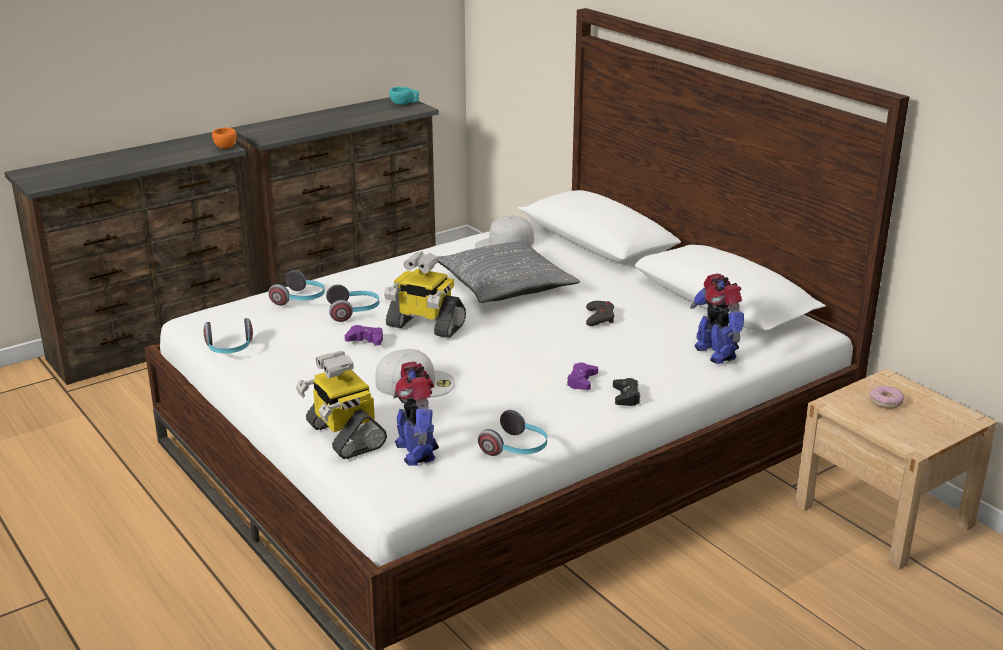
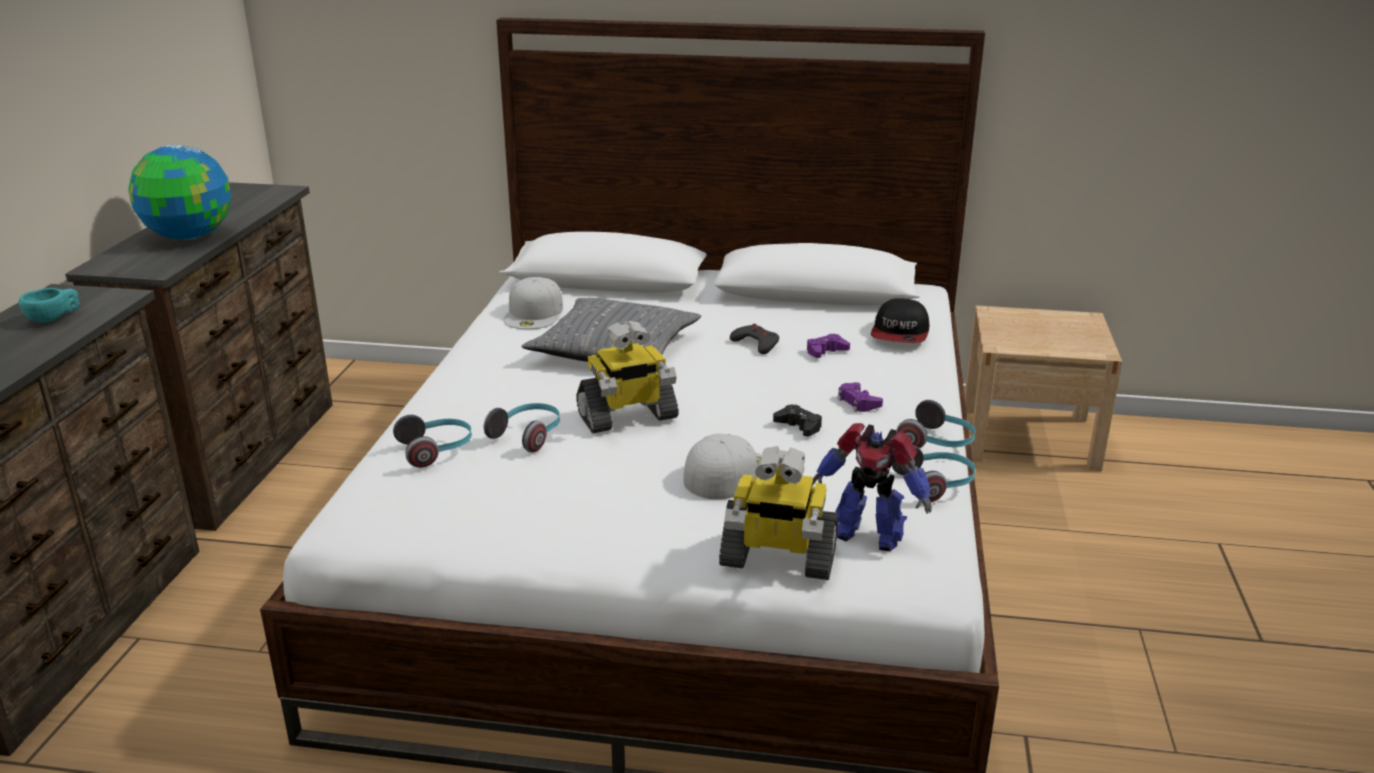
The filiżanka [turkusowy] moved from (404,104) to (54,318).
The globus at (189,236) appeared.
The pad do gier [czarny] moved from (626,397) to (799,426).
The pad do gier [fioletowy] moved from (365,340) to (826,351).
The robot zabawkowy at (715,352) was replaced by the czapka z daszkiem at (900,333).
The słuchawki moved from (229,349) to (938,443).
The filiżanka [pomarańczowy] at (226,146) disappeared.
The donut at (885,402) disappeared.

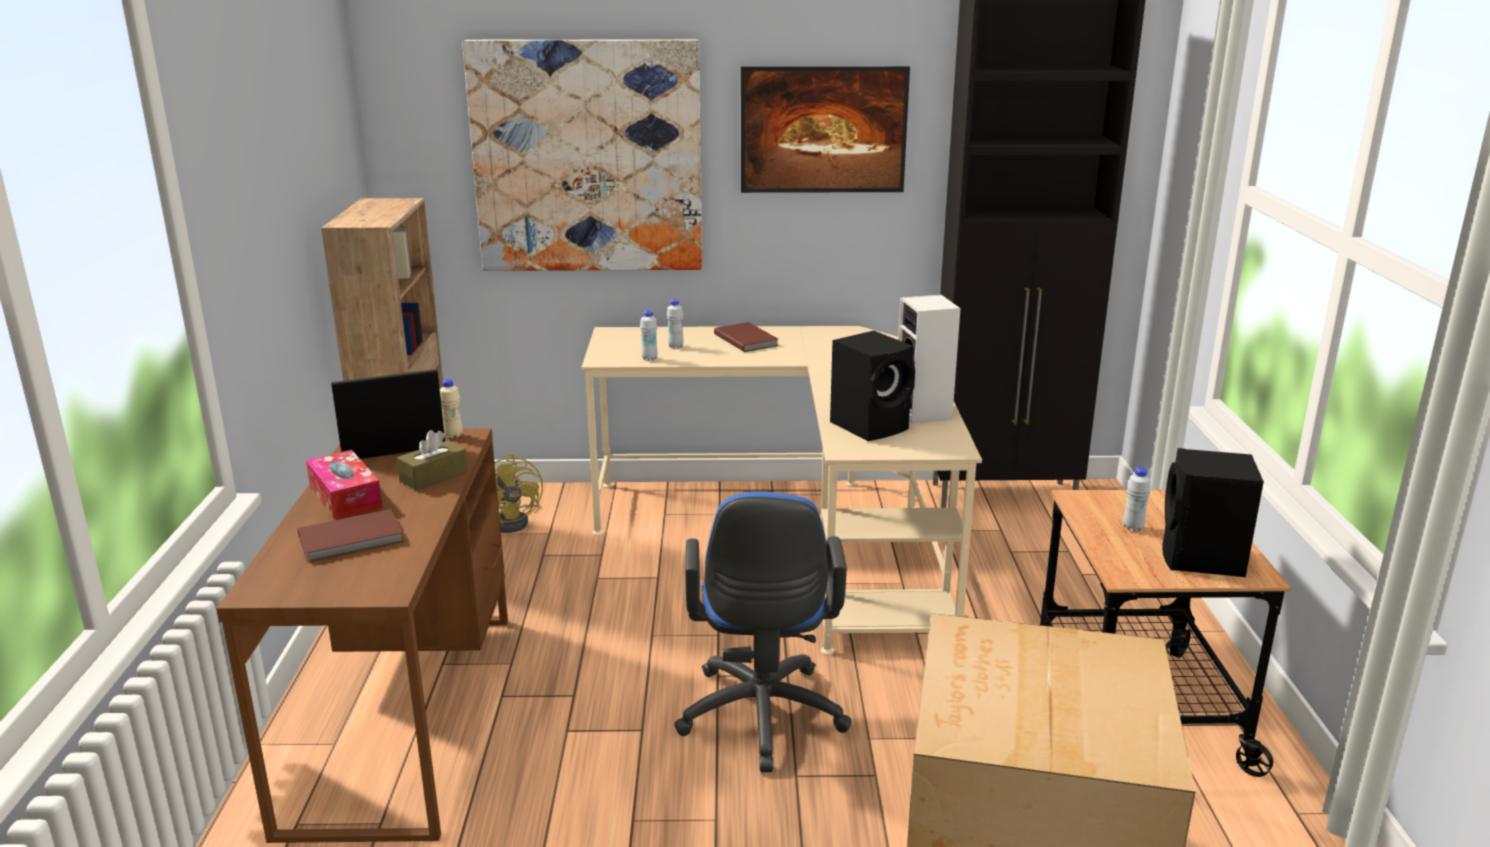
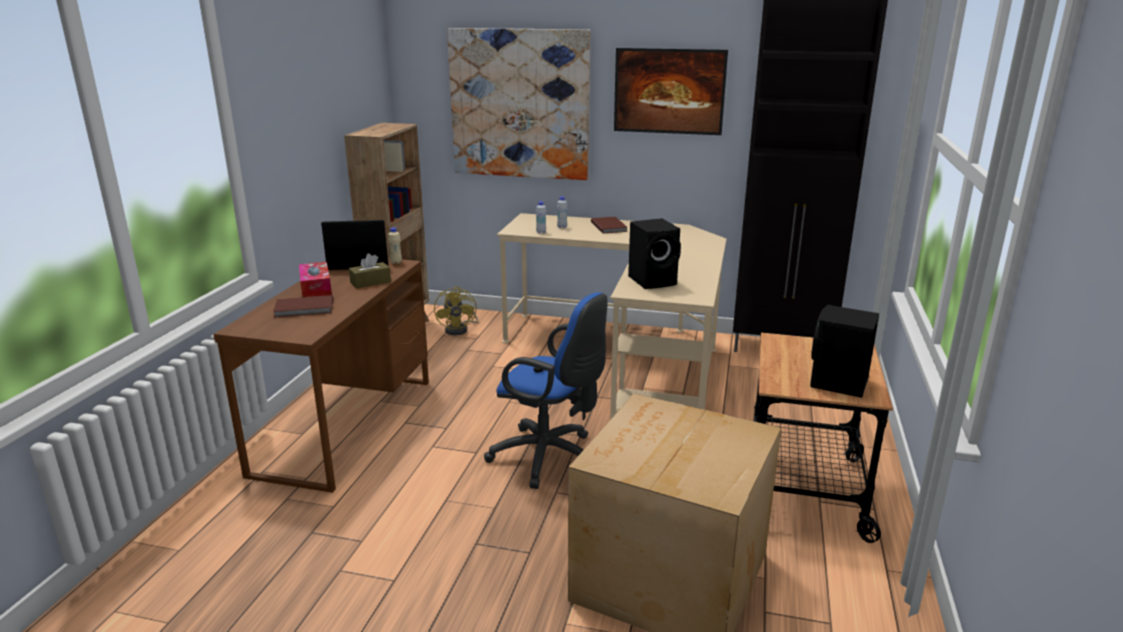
The krzesło biurowe [niebieski] at (761,721) turned 75 degrees counterclockwise.
The głośnik at (925,413) disappeared.
The butelka [biały] at (1133,528) disappeared.

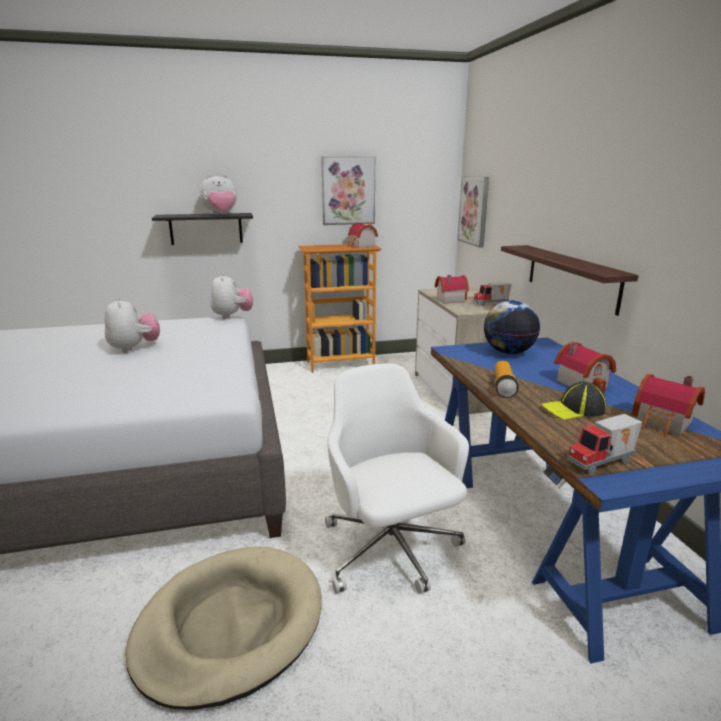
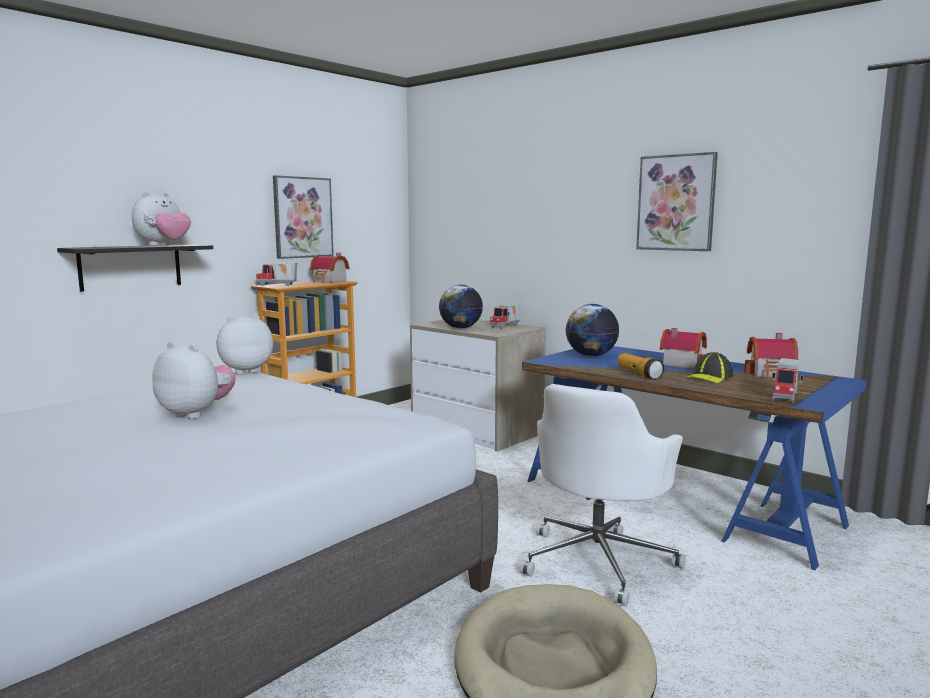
The pluszak at (232,316) turned 75 degrees counterclockwise.
The ciężarówka zabawkowa at (277,285) appeared.
The domek at (449,299) was replaced by the globus at (460,328).
The krzesło biurowe [biały] at (390,550) turned 90 degrees counterclockwise.
The obraz moved from (474,210) to (676,203).
The półka at (571,277) disappeared.

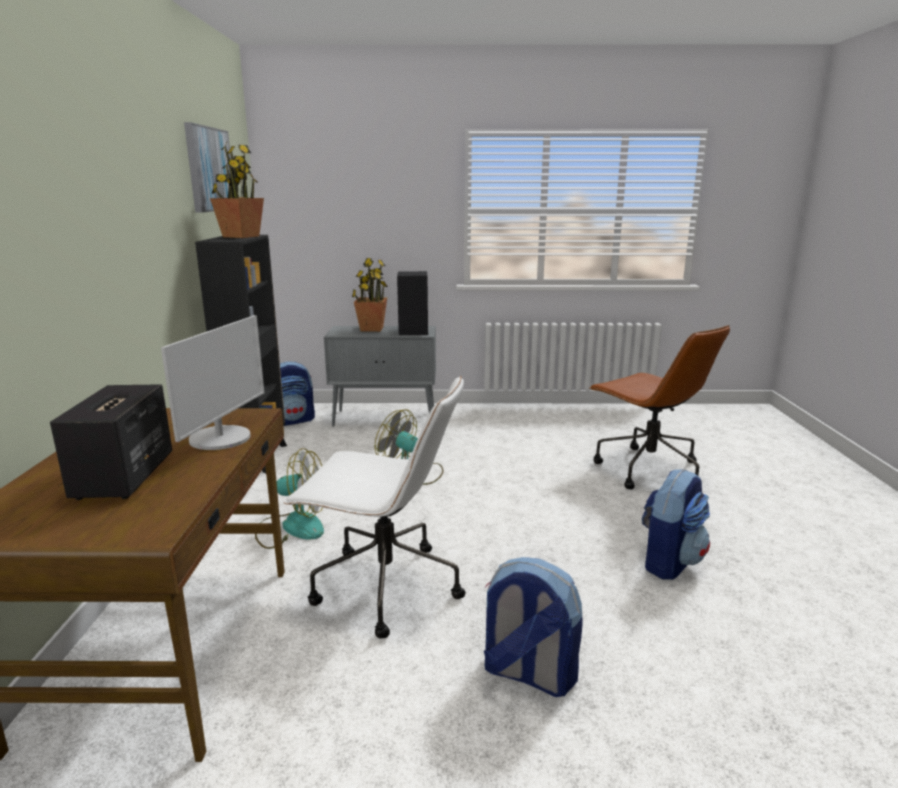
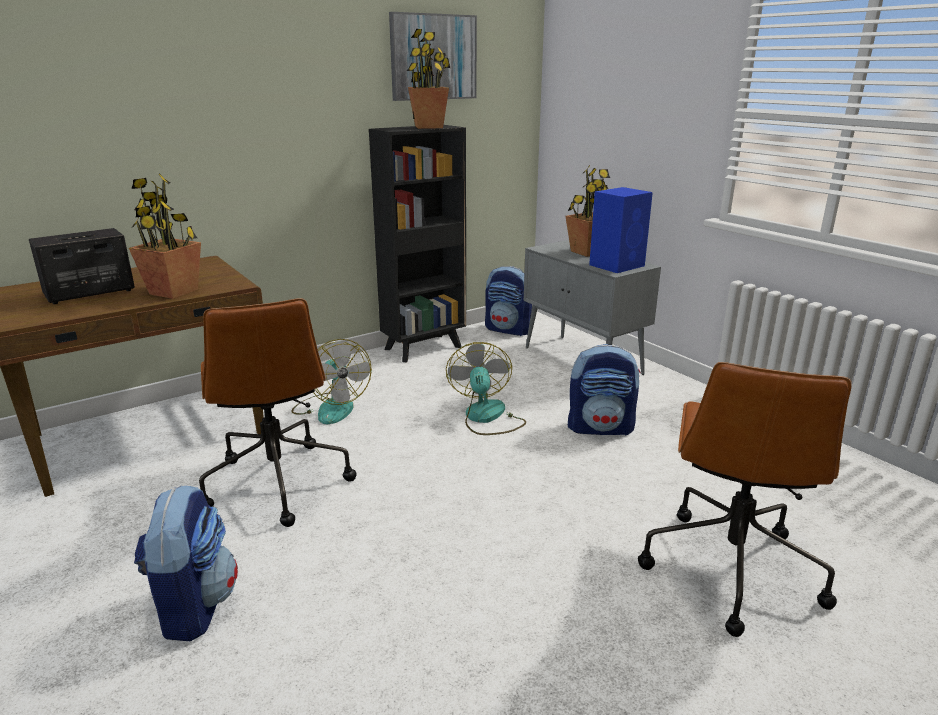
The monitor at (221,438) was replaced by the roślina doniczkowa at (174,292).
The krzesło biurowe [biały] at (384,587) became the krzesło biurowe [brązowy] at (277,482).
The plecak moved from (669,561) to (600,427).
The głośnik [czarny] at (413,331) became the głośnik [niebieski] at (617,265).

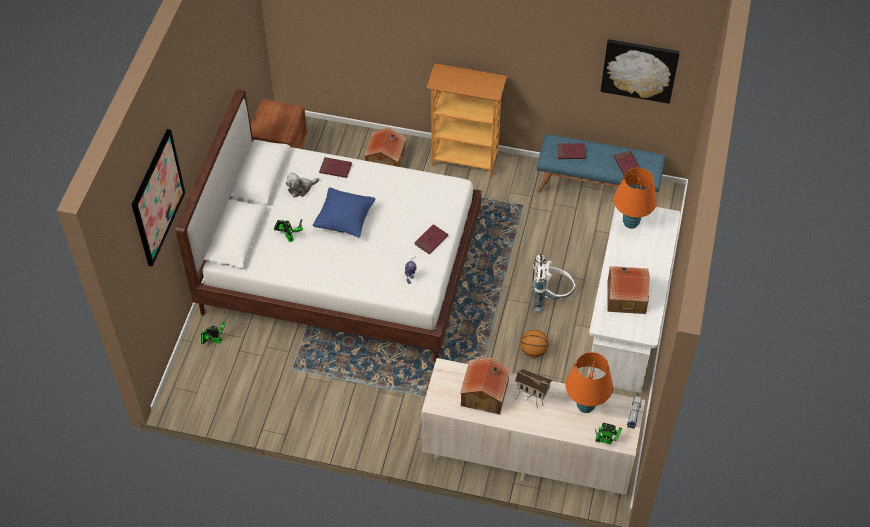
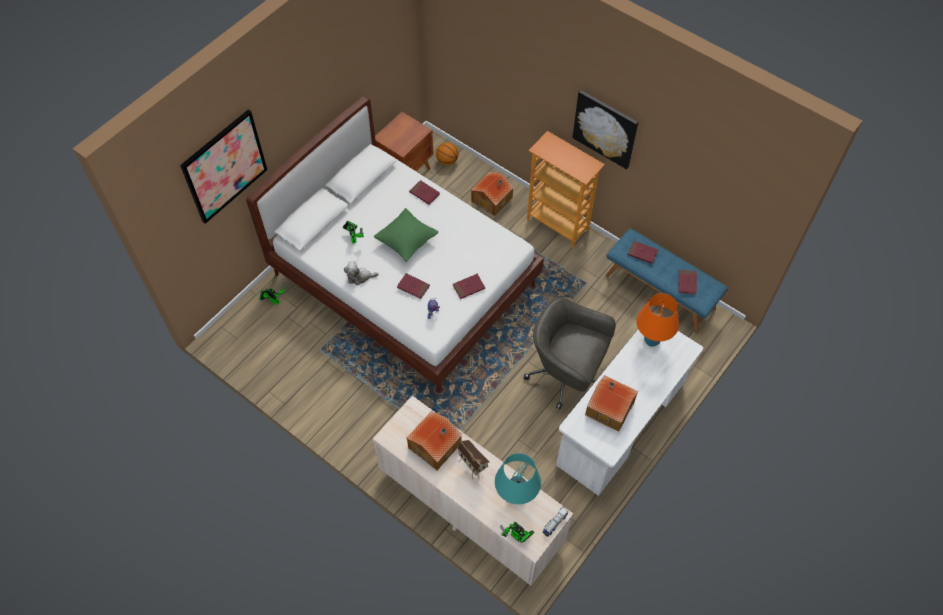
The pluszak moved from (301,188) to (359,277).
The poduszka [niebieski] at (344,221) became the poduszka [zielony] at (406,242).
The książka [czerwony] at (413,287) appeared.
The piłka do koszykówki moved from (533,351) to (447,161).
The lampa stołowa [pomarańczowy] at (585,406) became the lampa stołowa [turkusowy] at (516,495).
The plecak [biały] at (550,297) was replaced by the krzesło biurowe [szary] at (566,375).
The obraz moved from (639,70) to (605,128).

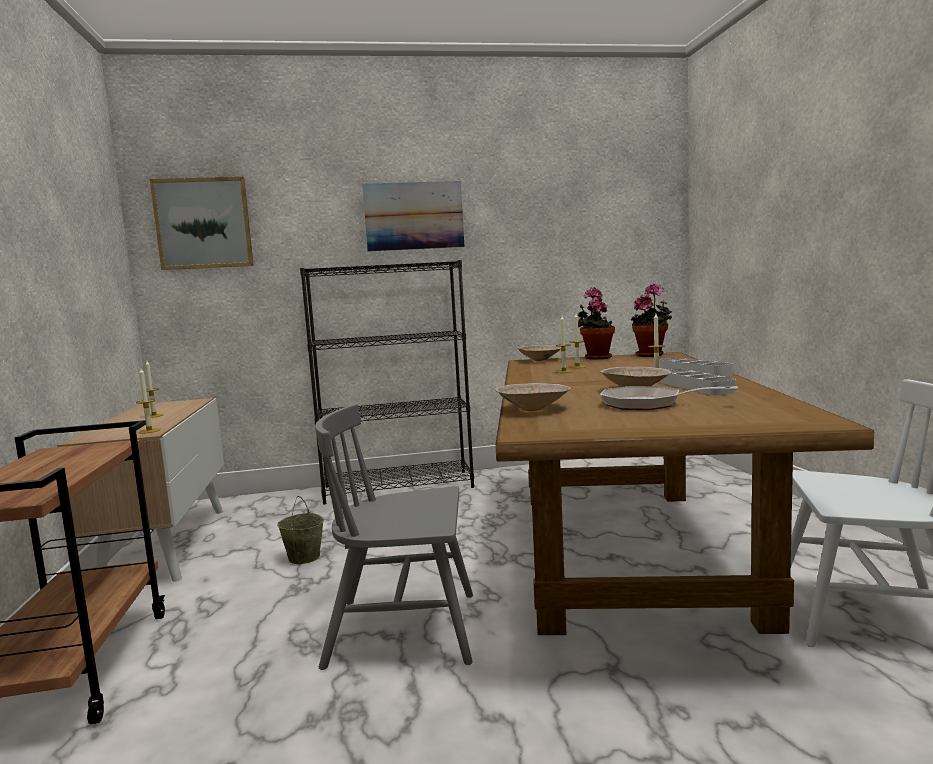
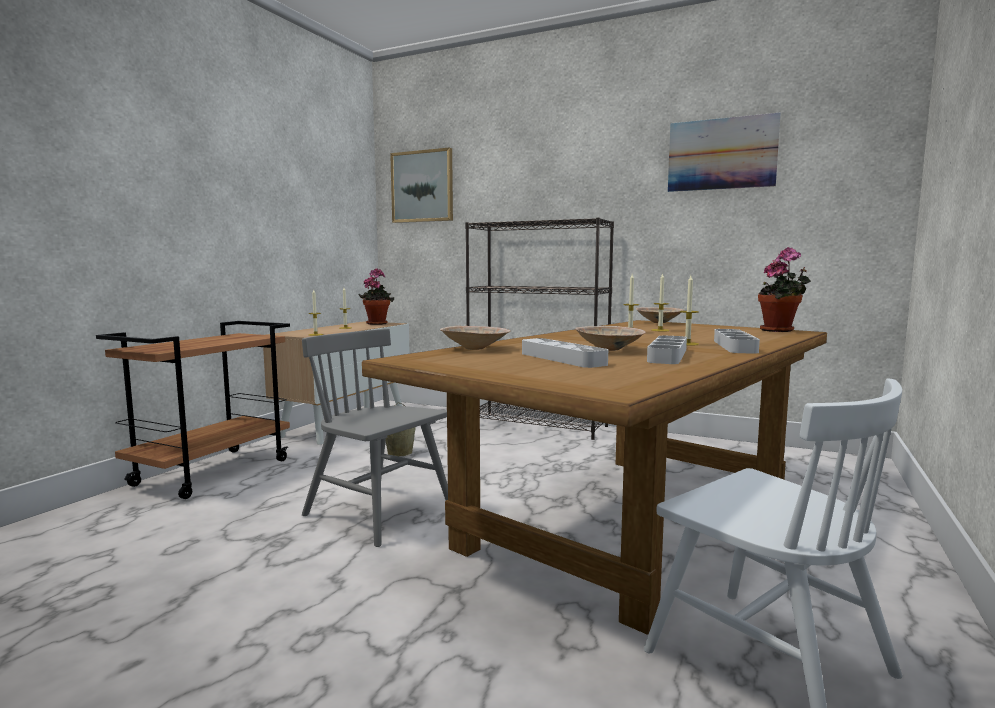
The roślina doniczkowa moved from (596,357) to (377,323).
The patelnia at (648,404) was replaced by the taca [szary] at (562,359).
The obraz moved from (414,216) to (721,154).

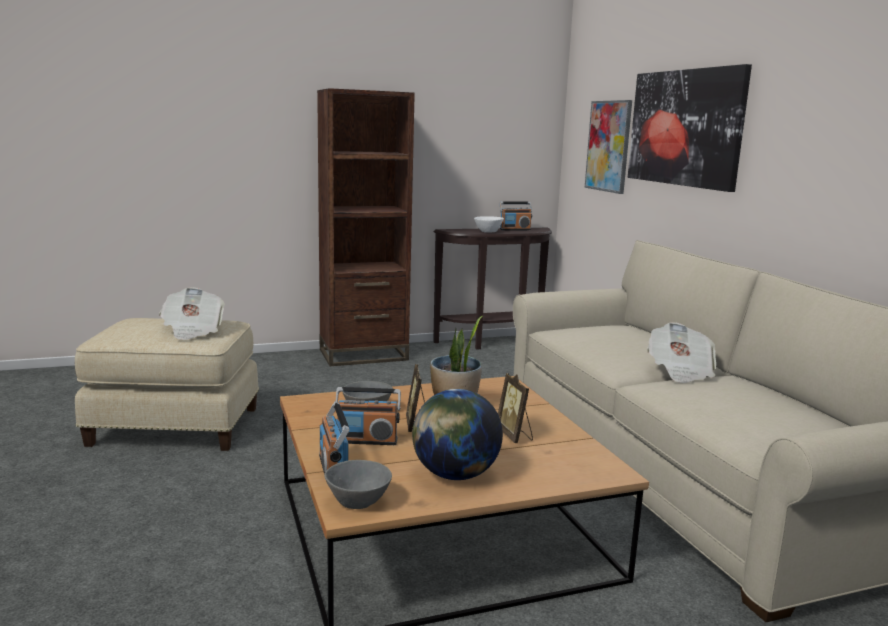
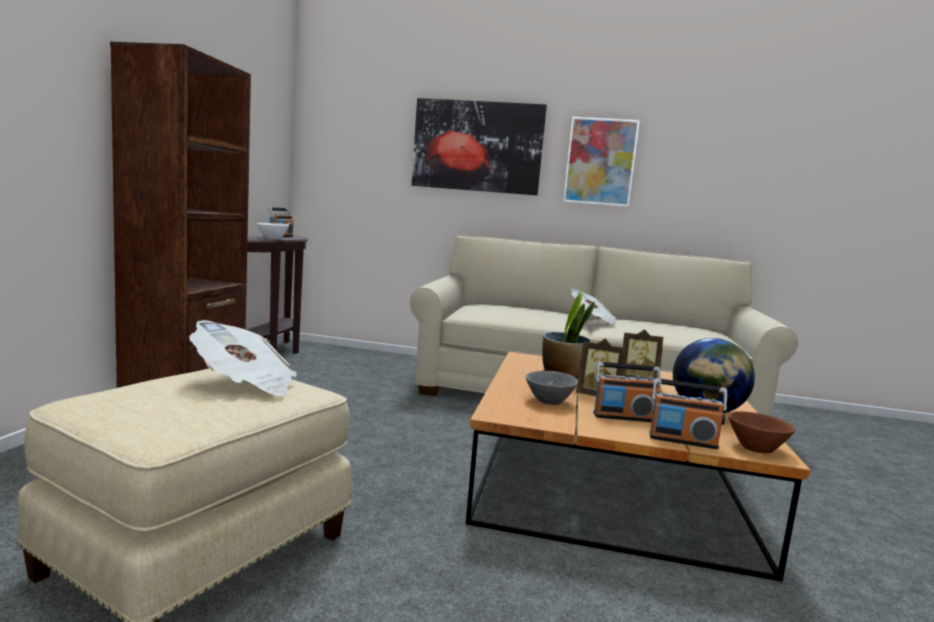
The obraz moved from (608,146) to (600,162).
The radio at (367,440) turned 60 degrees clockwise.
The miska [szary] at (358,503) became the miska [brązowy] at (758,448).

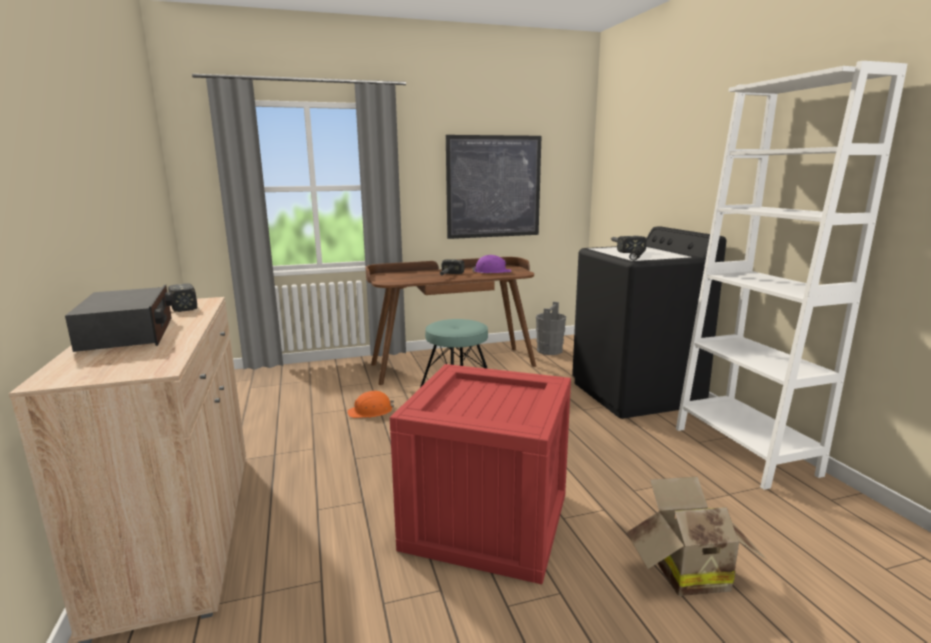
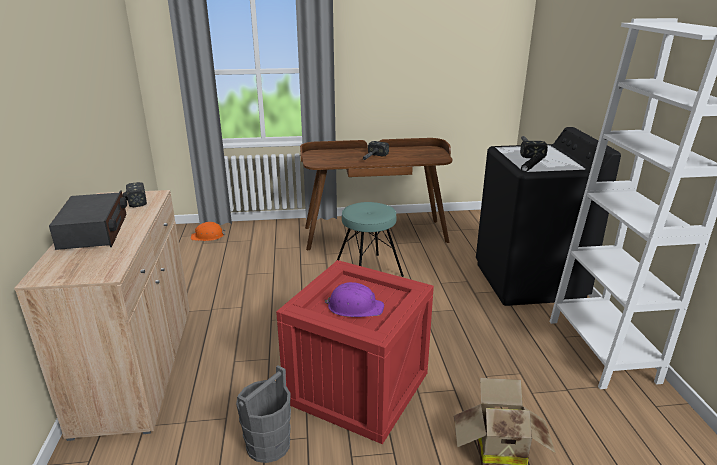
The kask [pomarańczowy] moved from (371,411) to (208,236).
The wiadro [szary] moved from (549,350) to (267,445).
The kask [fioletowy] moved from (492,272) to (355,307).
The obraz at (493,187) disappeared.

